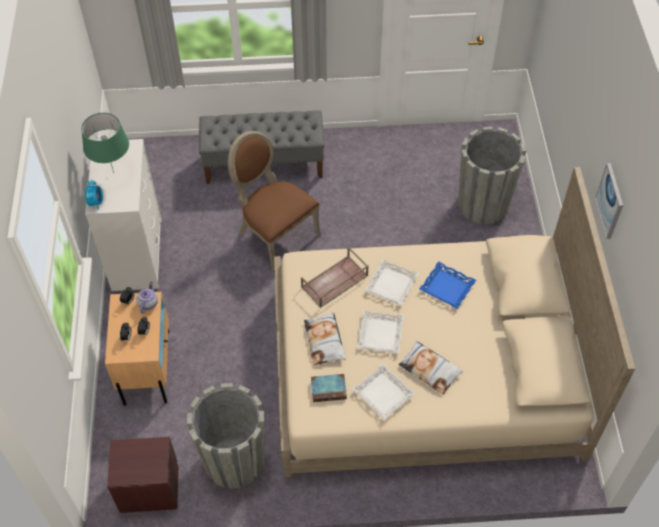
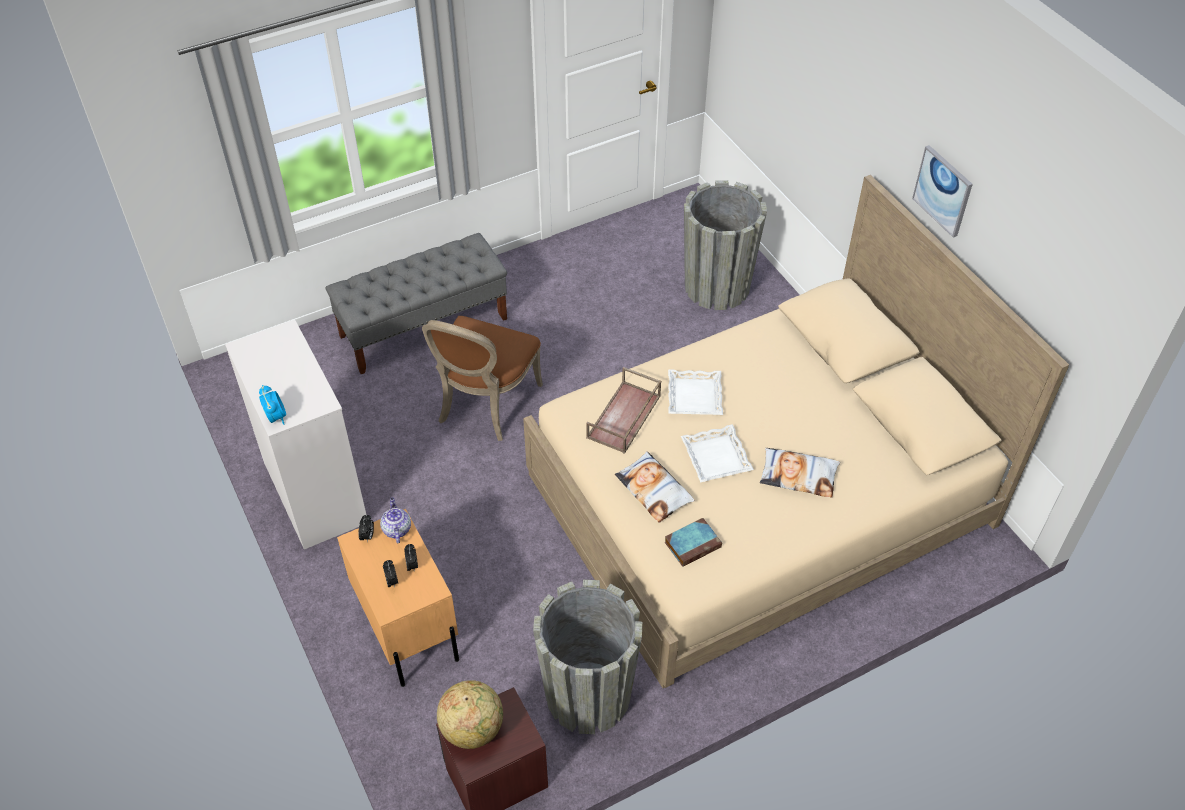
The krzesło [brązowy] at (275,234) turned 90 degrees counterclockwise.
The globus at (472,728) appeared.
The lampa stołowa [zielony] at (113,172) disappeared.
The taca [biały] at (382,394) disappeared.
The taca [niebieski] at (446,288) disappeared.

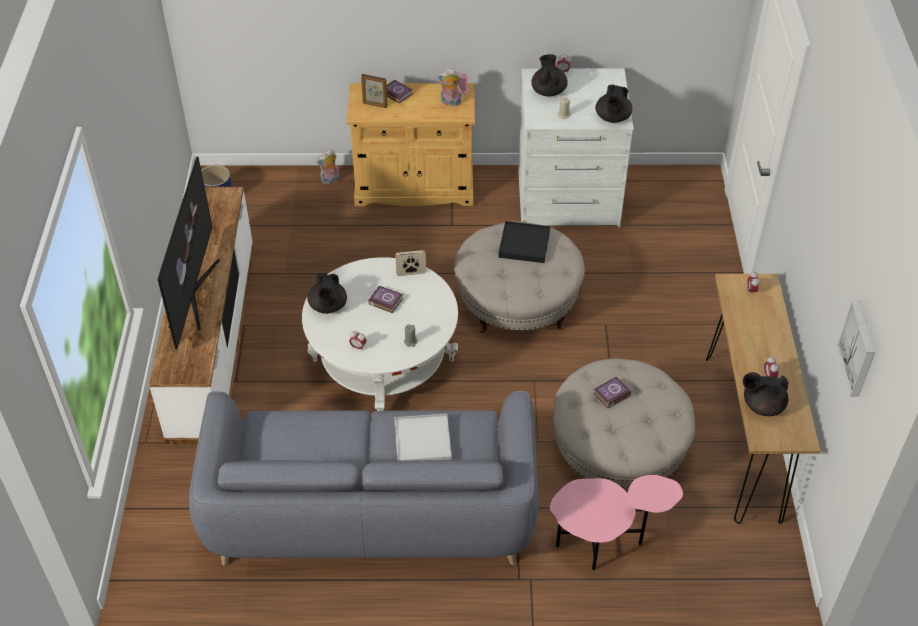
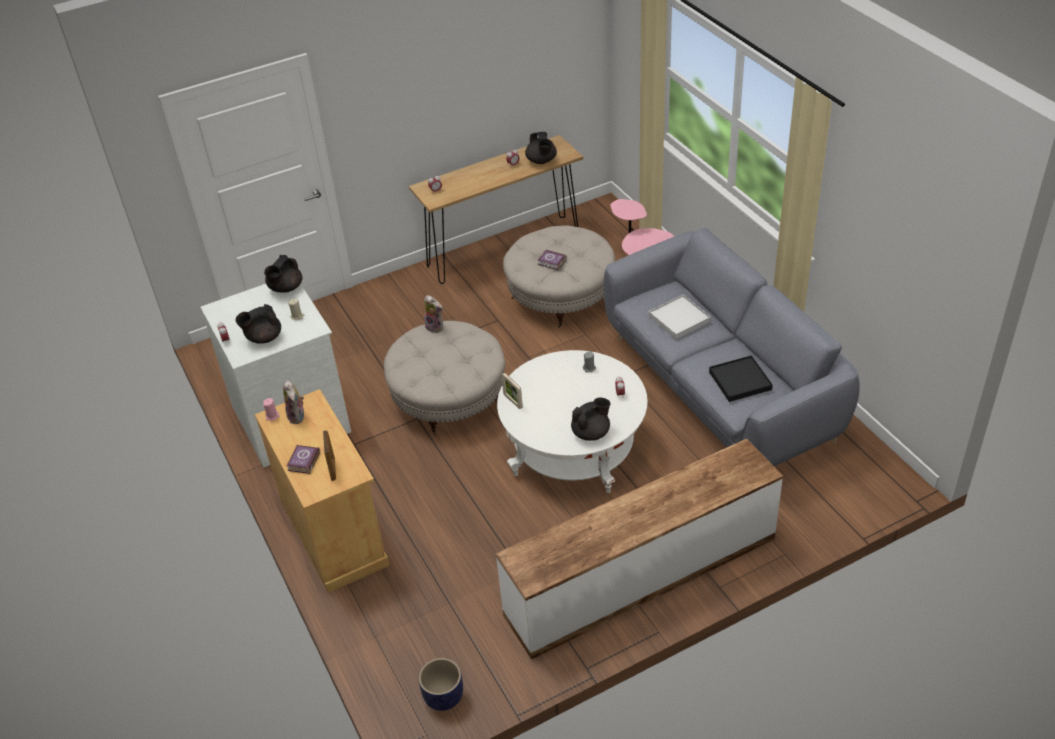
The imbryk [czarny] at (612,118) turned 135 degrees clockwise.
The pluszak moved from (330,180) to (436,327).
The taca [czarny] moved from (524,244) to (739,380).
The telewizor at (194,293) disappeared.
The książka at (385,300) disappeared.
The obraz at (859,348) disappeared.

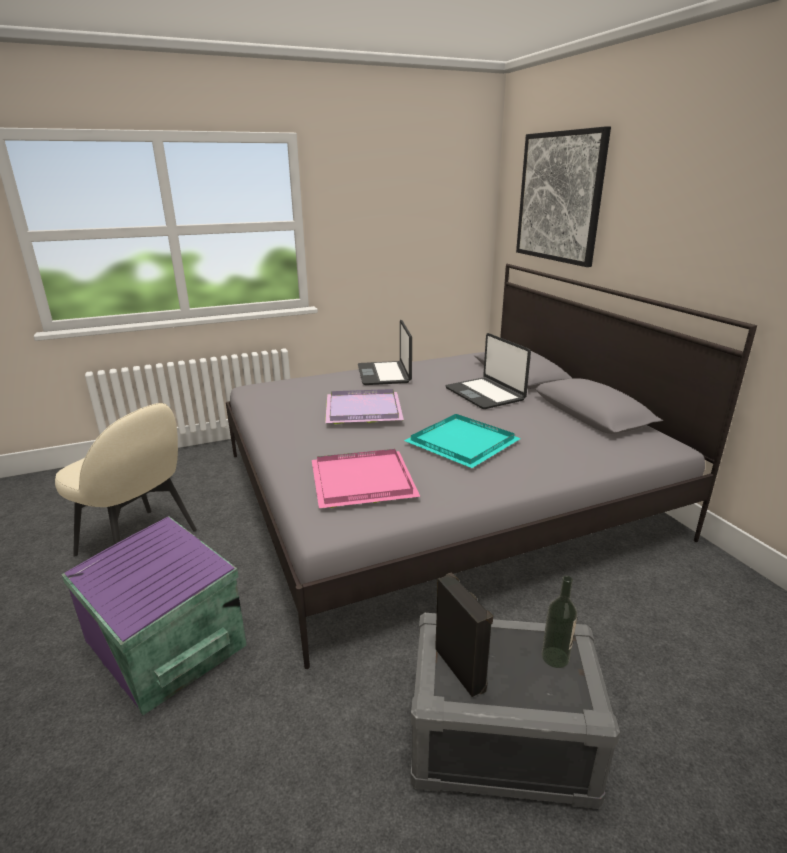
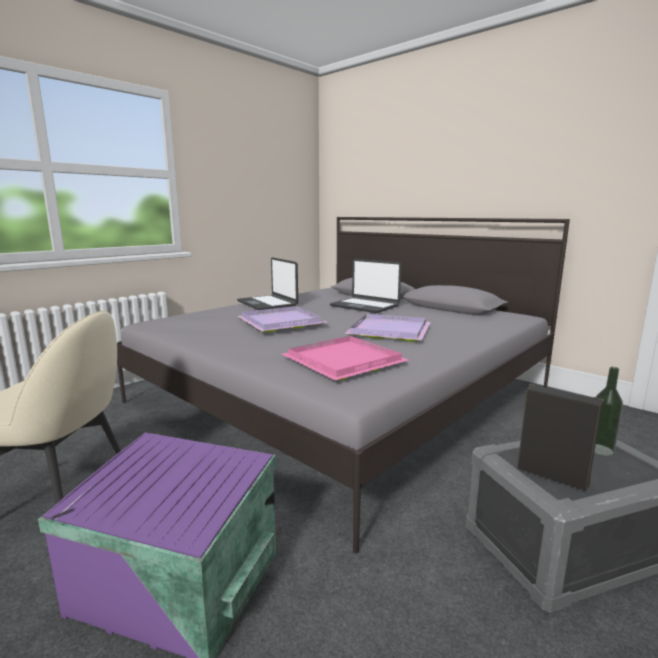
The taca [turkusowy] at (462,442) became the taca [fioletowy] at (388,330).
The obraz at (559,197) disappeared.

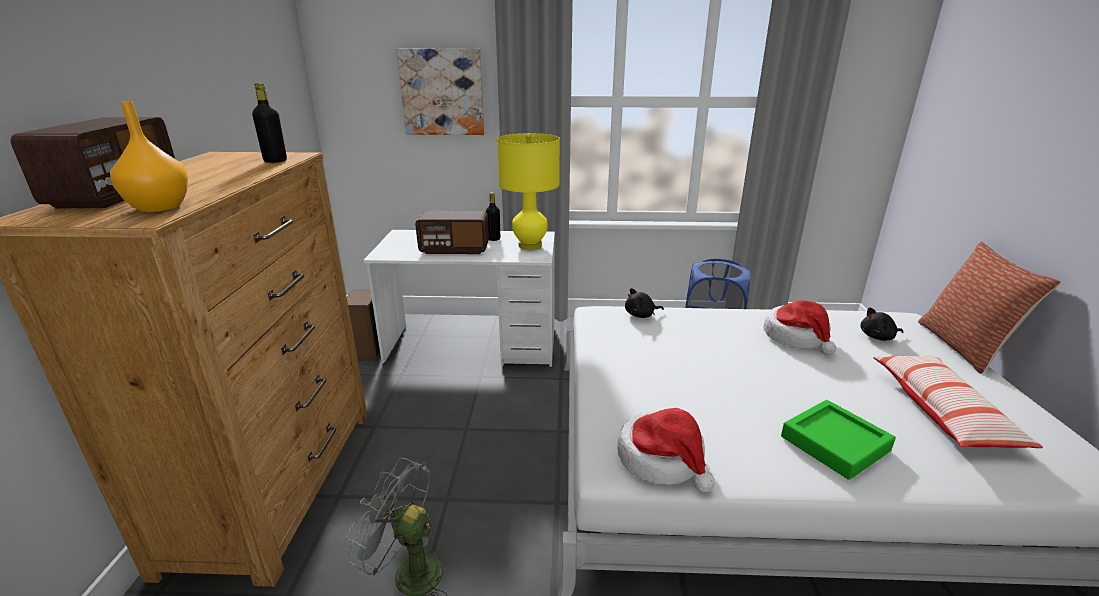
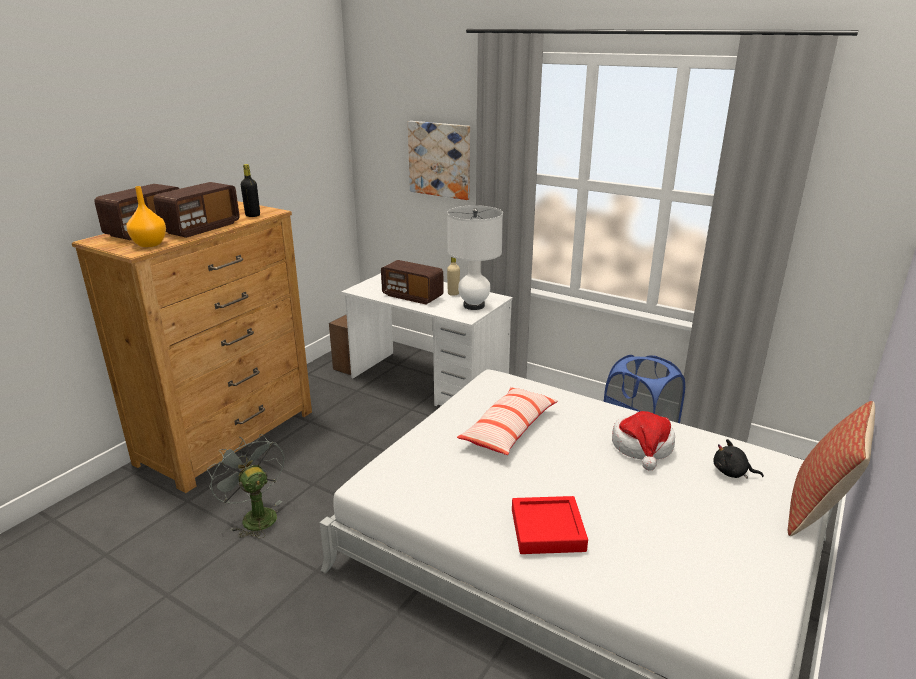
The radio at (201,228) appeared.
The lampa stołowa [żółty] at (530,245) became the lampa stołowa [biały] at (474,306).
The butelka [czarny] at (494,239) became the butelka [beżowy] at (453,293).
The poduszka moved from (942,411) to (509,429).
The taca [zielony] at (834,443) became the taca [czerwony] at (547,530).
The kapelusz at (662,459) disappeared.
The pluszak [czarny] at (641,315) disappeared.

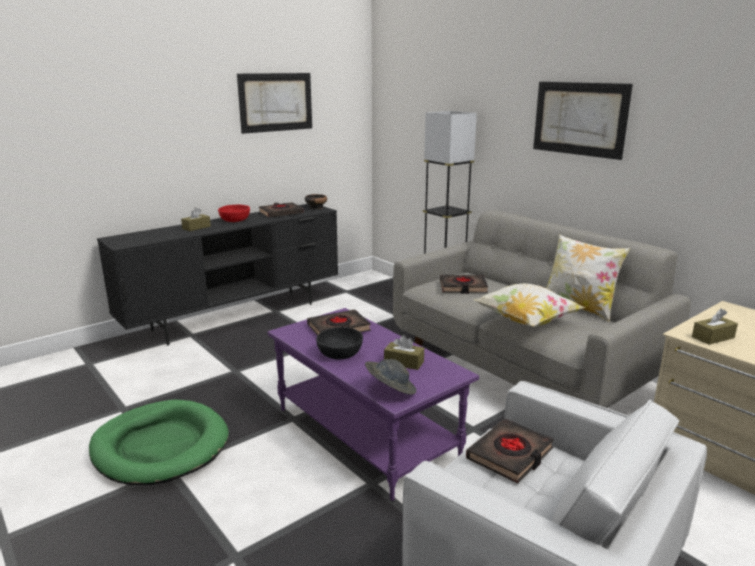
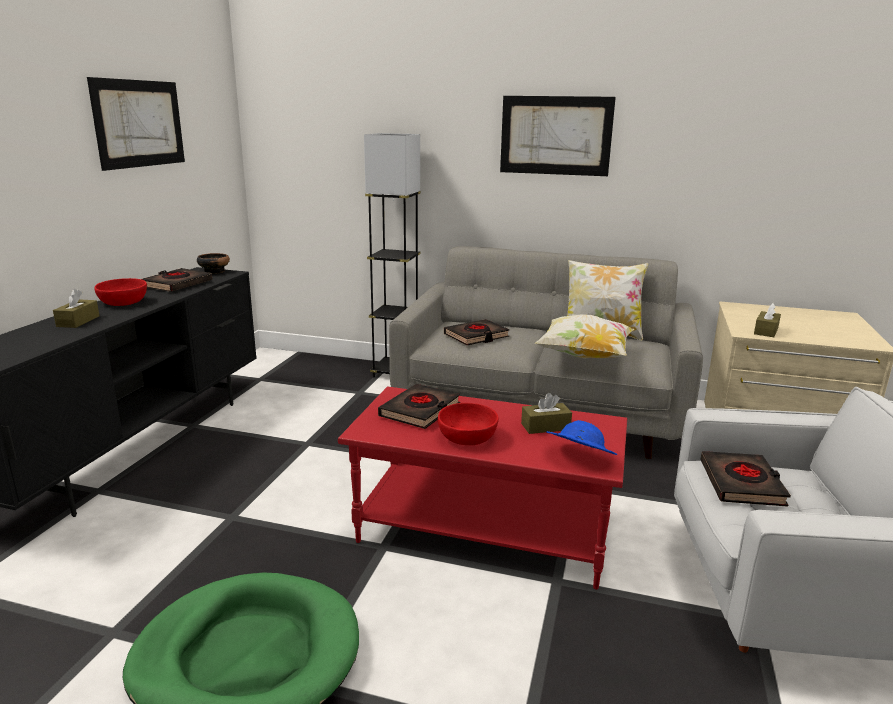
The ława [fioletowy] at (367,433) became the ława [czerwony] at (485,530).
The miska [czarny] at (340,353) became the miska [czerwony] at (467,437).
The kapelusz [szary] at (390,389) became the kapelusz [niebieski] at (578,458).

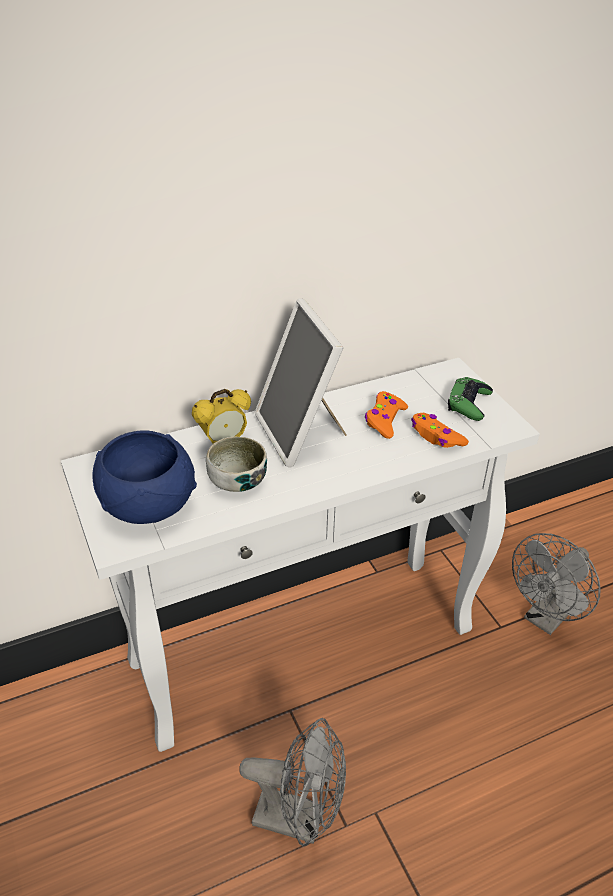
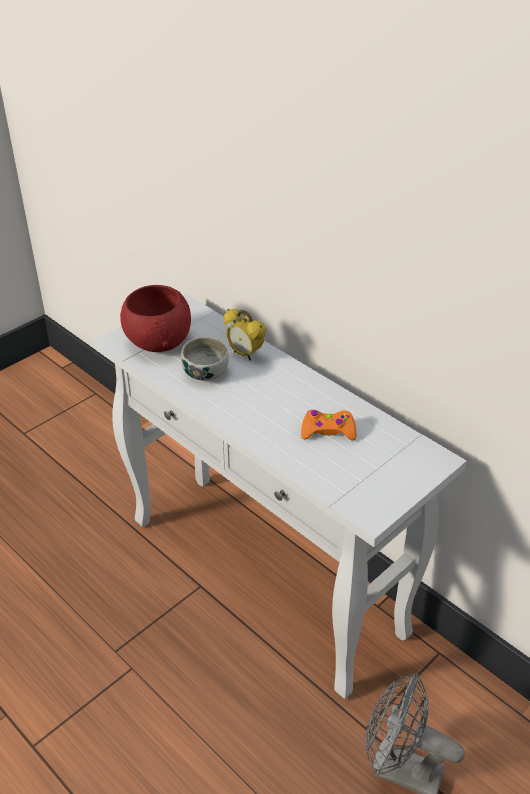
The miska [niebieski] at (146,506) became the miska [czerwony] at (158,341).
The wentylator [szary] at (299,819) disappeared.
The ramka na zdjęcie at (301,434) disappeared.
The pad do gier [pomarańczowy] at (436,436) disappeared.
The pad do gier [zielony] at (468,403) disappeared.

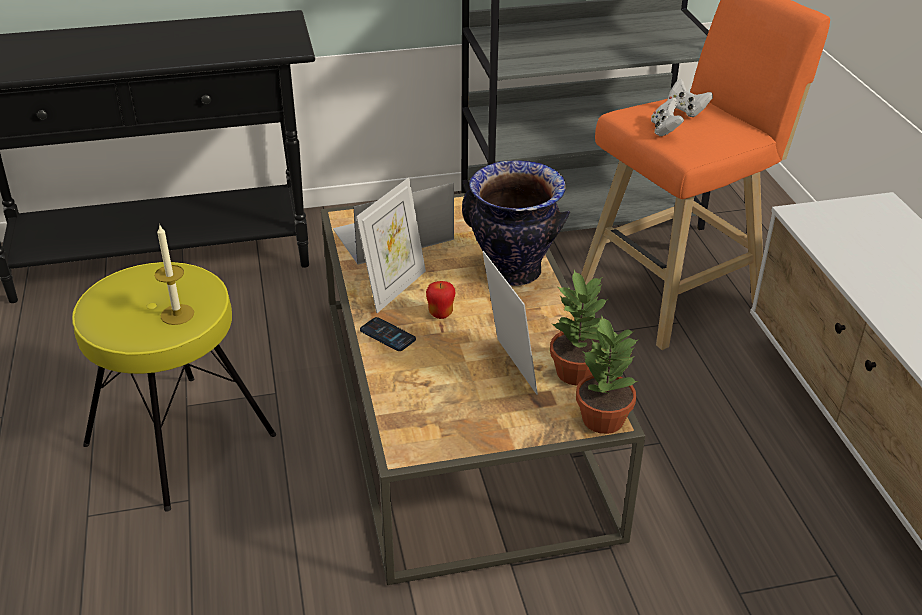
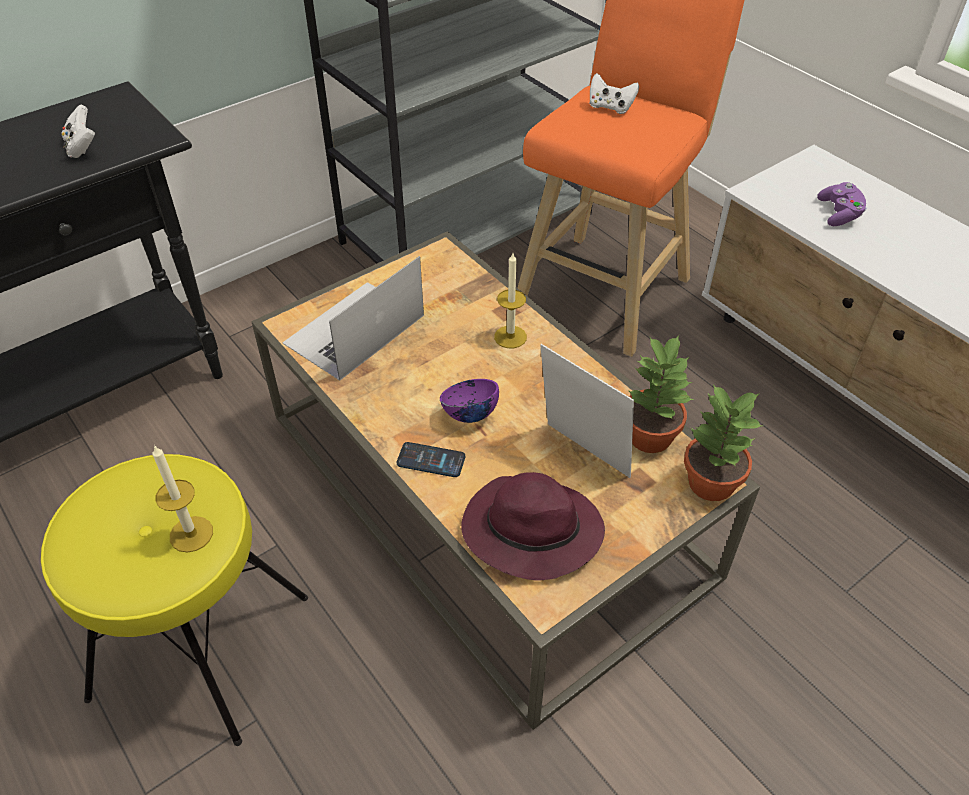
The pad do gier [biały] moved from (664,130) to (82,147).
The jabłko at (440,314) was replaced by the miska [fioletowy] at (470,413).
The kapelusz [fioletowy] at (529,531) appeared.
The wazon at (512,272) was replaced by the świeca at (510,337).
The pad do gier [fioletowy] at (839,214) appeared.
The ramka na zdjęcie at (394,288) disappeared.

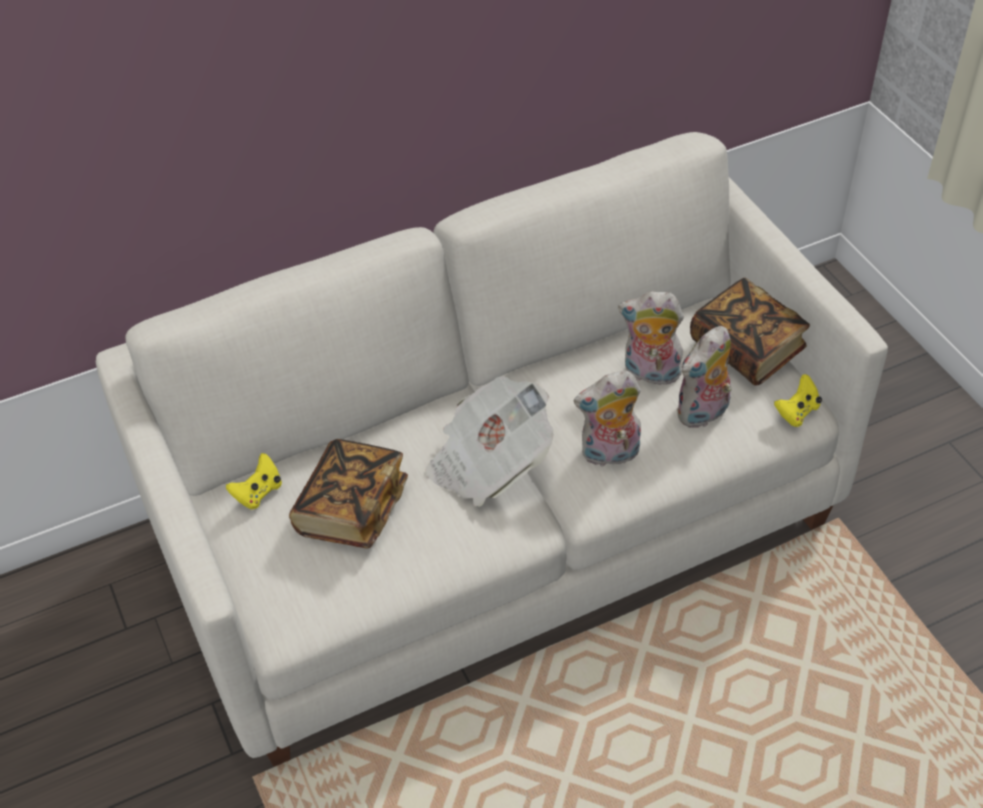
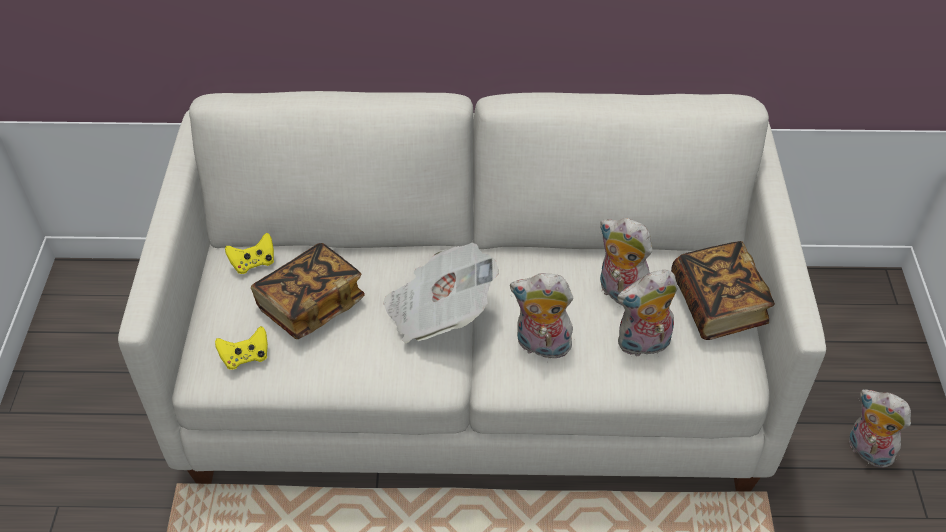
The pad do gier [żółty] moved from (797,412) to (245,357).
The pluszak at (866,451) appeared.

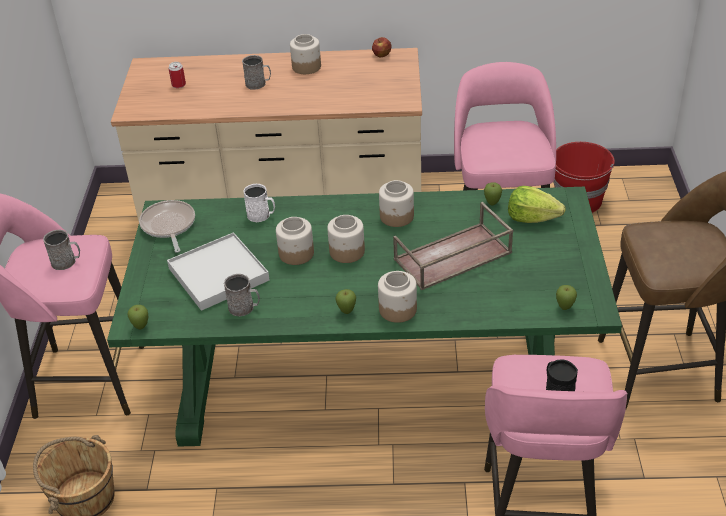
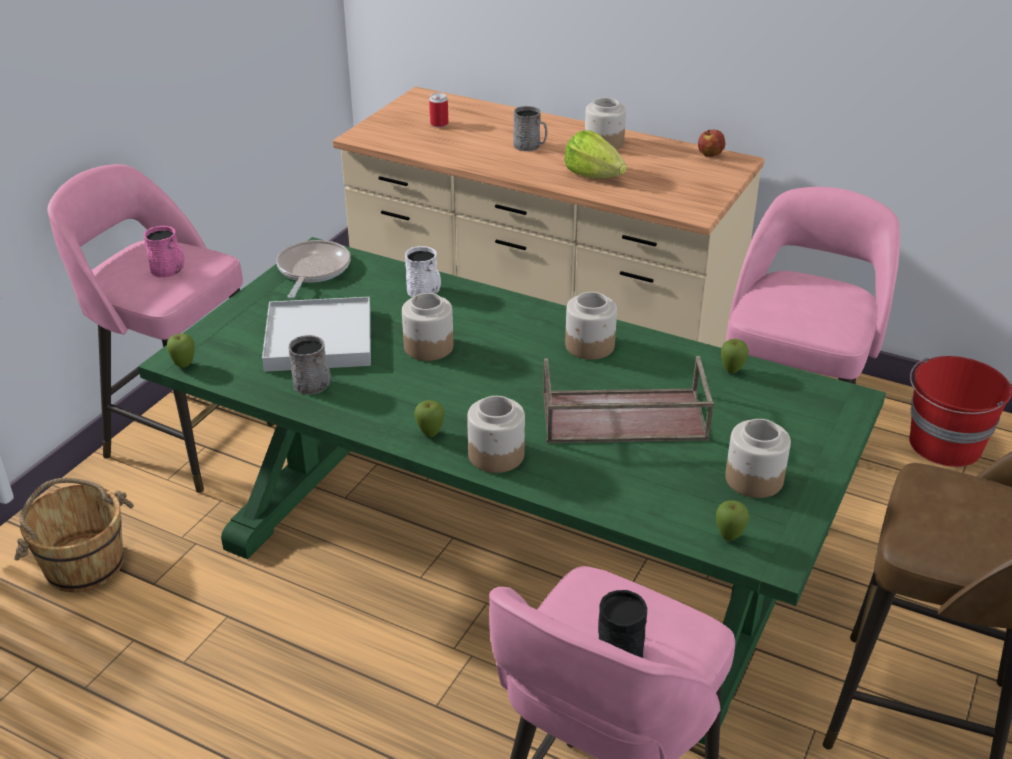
The kubek [szary] at (67,262) became the kubek [różowy] at (170,271).
The sałata moved from (532,218) to (593,175).
The słoik moved from (346,251) to (753,479).

